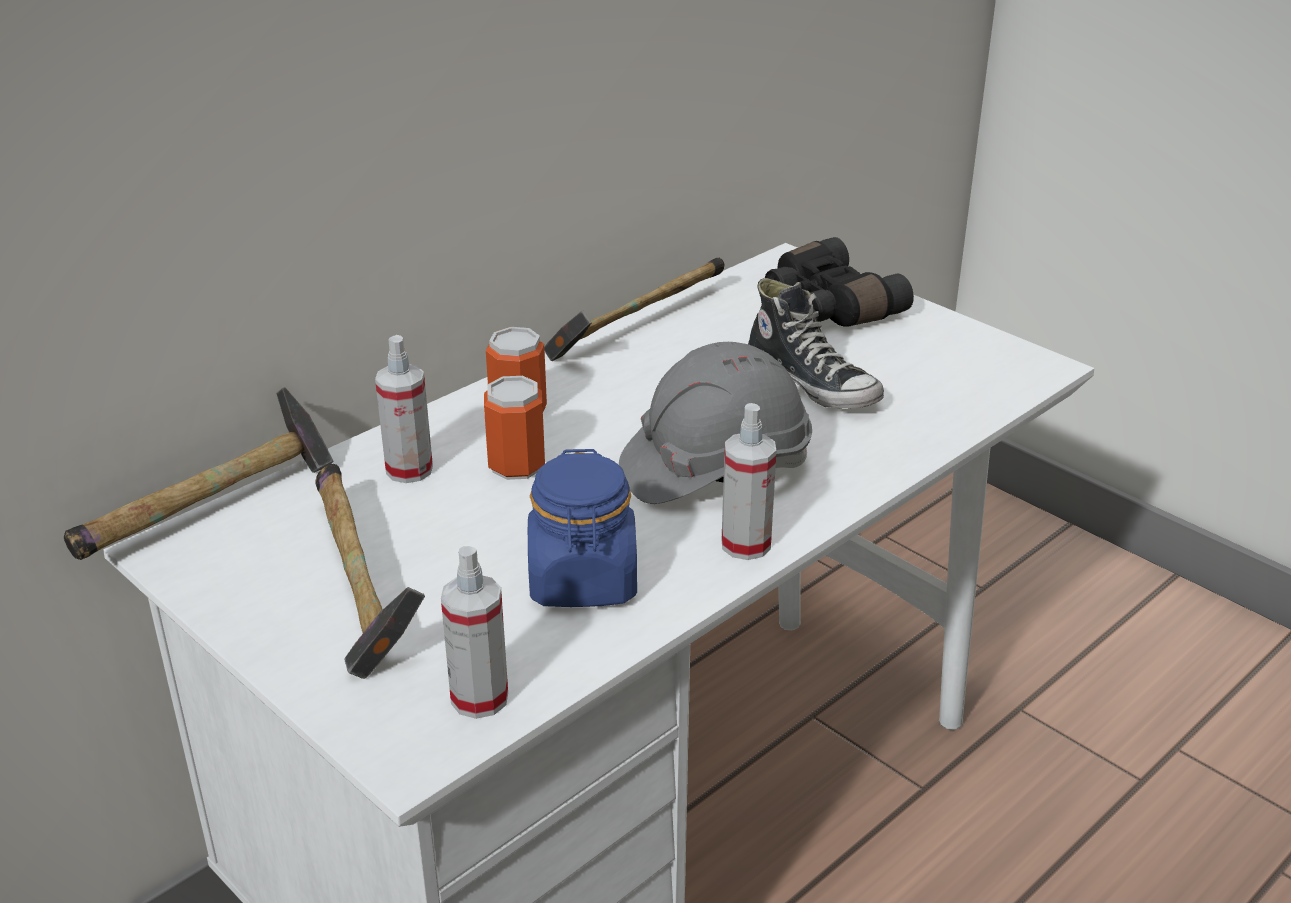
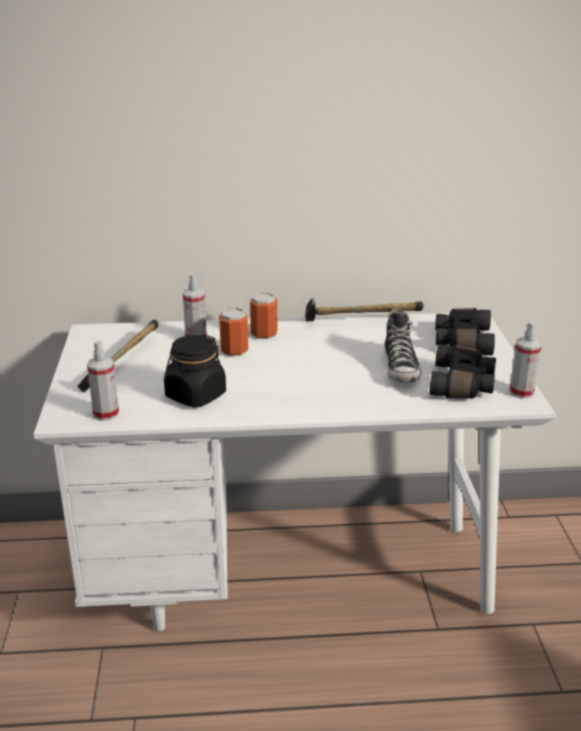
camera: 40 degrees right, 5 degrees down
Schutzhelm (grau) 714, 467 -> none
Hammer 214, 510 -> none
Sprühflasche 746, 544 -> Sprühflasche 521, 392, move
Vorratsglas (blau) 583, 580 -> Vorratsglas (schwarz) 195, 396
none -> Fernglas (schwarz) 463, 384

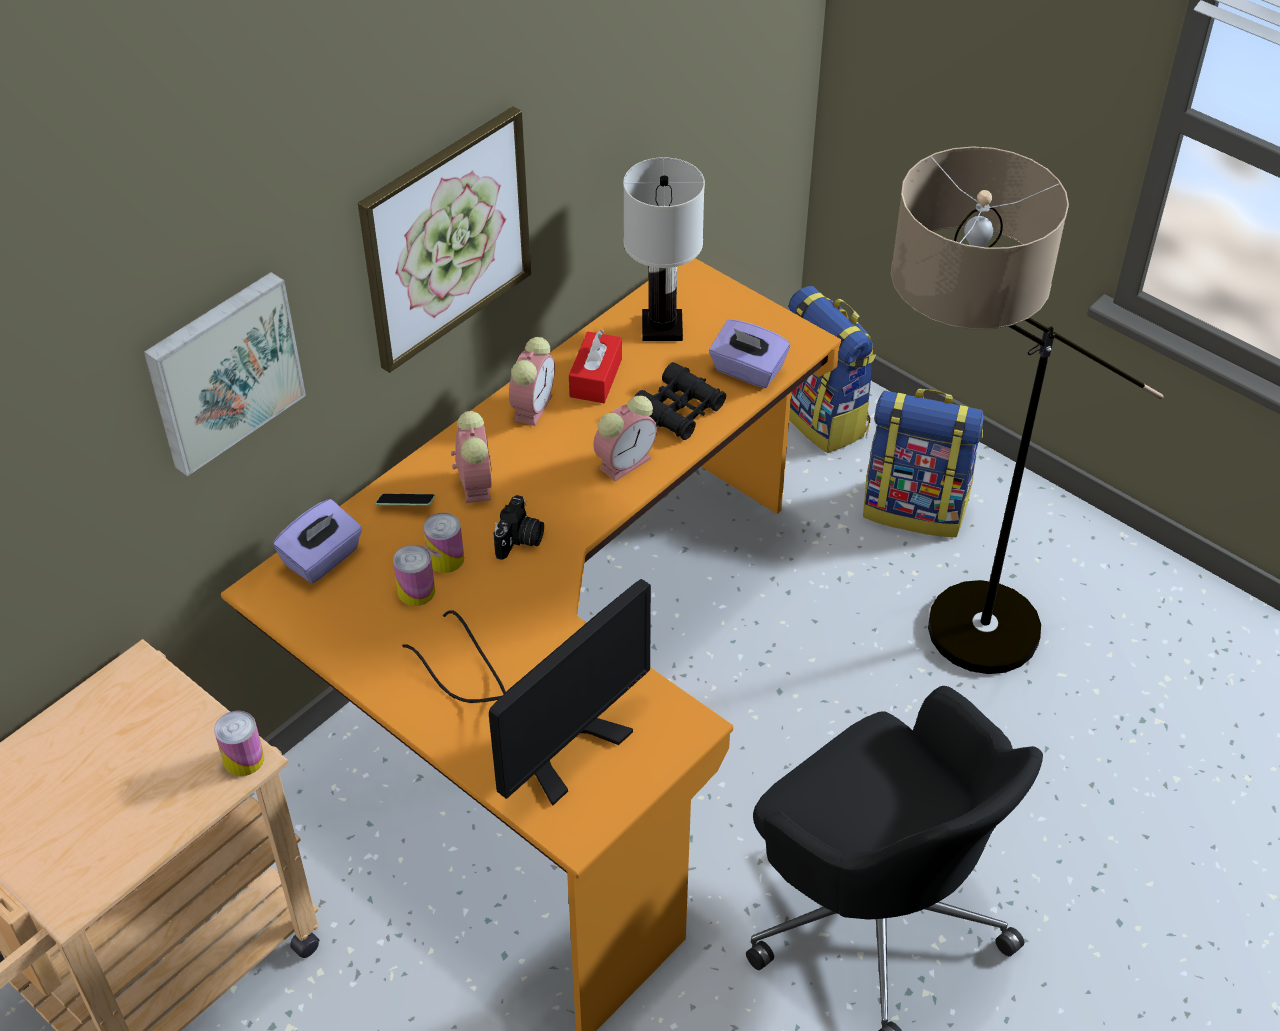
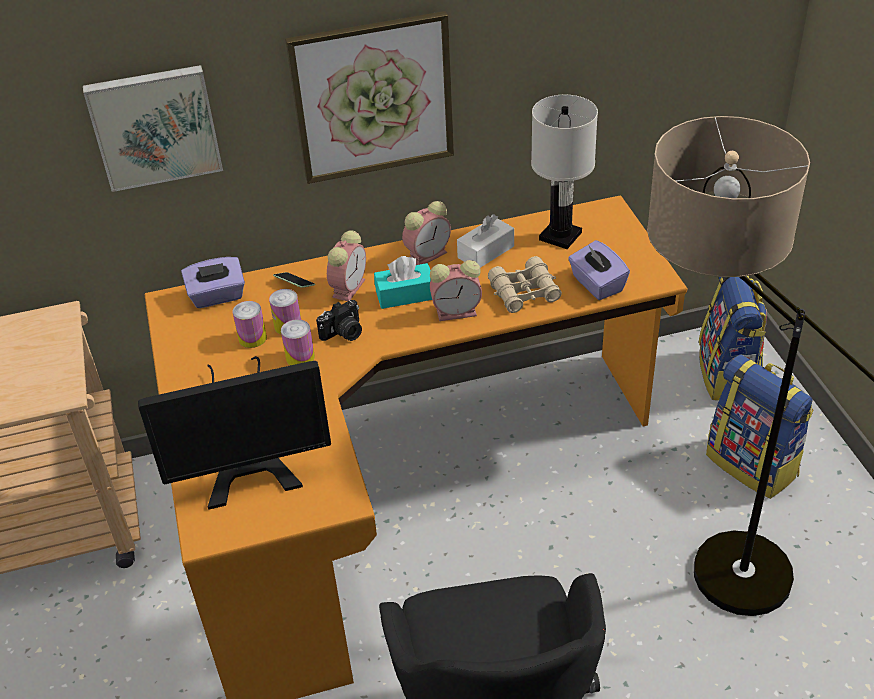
camera: 35 degrees right, 5 degrees down
Taschentuchbox (rot) 596, 378 -> Taschentuchbox (weiß) 486, 252
Fernglas (schwarz) 679, 410 -> Fernglas (beige) 524, 292
Dose 243, 759 -> Dose 300, 357, move
none -> Taschentuchbox (türkis) 405, 295

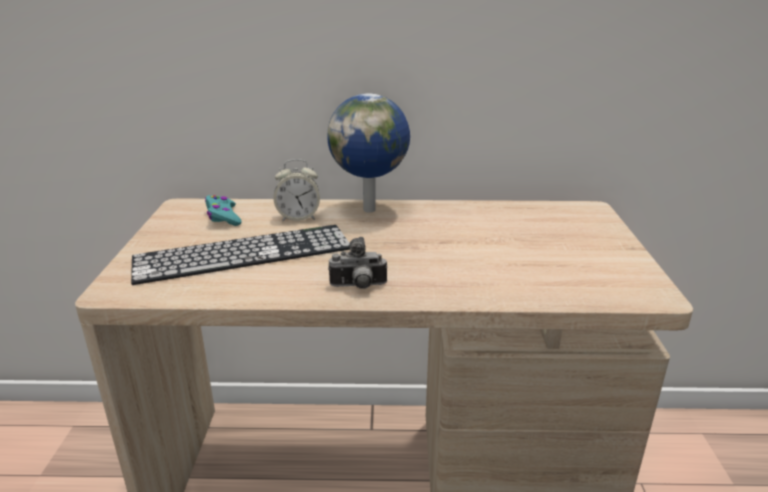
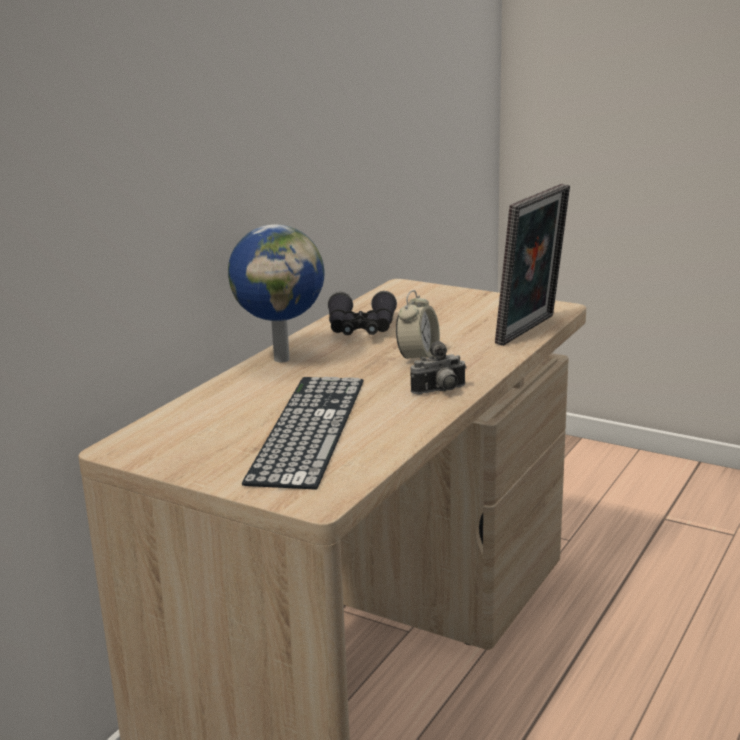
camera: 60 degrees left, 5 degrees down
Wecker 298, 217 -> Wecker 418, 358, move
Gamepad (türkis) 223, 217 -> none
Kamera 358, 287 -> Kamera 440, 391, 45 degrees clockwise
none -> Bilderrahmen 531, 330
none -> Fernglas (schwarz) 361, 329

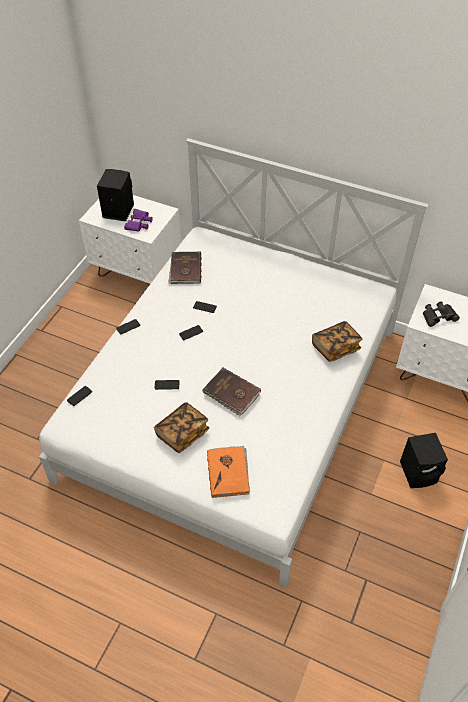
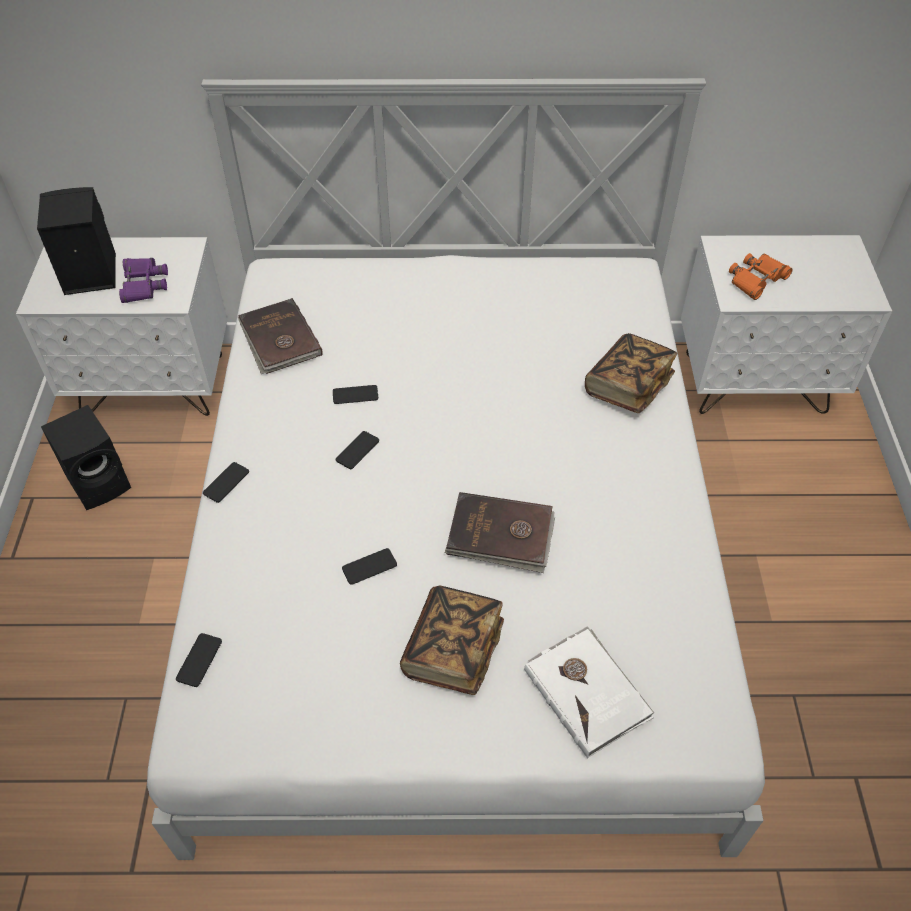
camera: 25 degrees left, 0 degrees up
Fernglas (schwarz) 438, 316 -> Fernglas (orange) 756, 280
Lautsprecher (schwarz) 419, 472 -> Lautsprecher (schwarz) 101, 482, move
Buch (orange) 228, 472 -> Buch (weiß) 587, 692

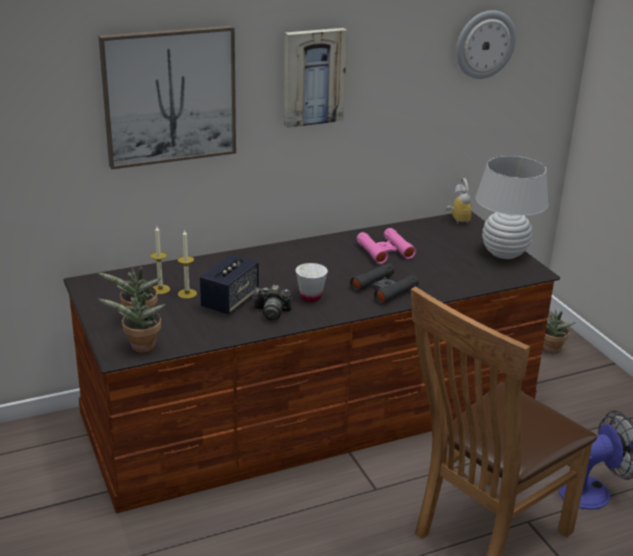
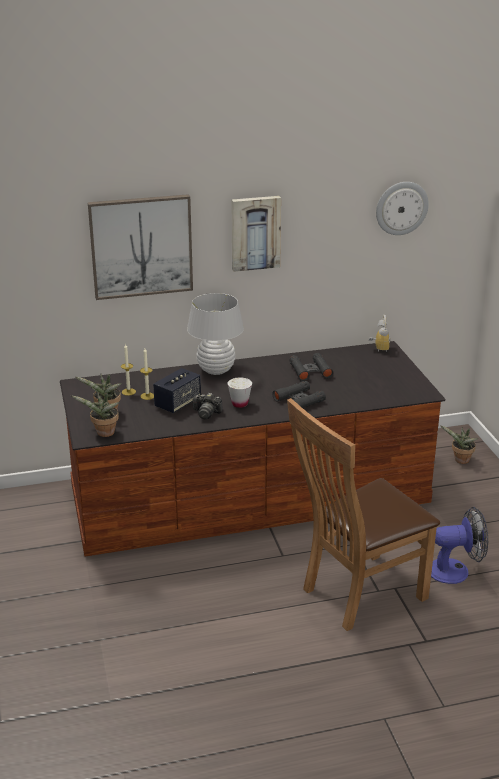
camera: 10 degrees right, 0 degrees up
Tischlampe (weiß) 504, 253 -> Tischlampe (weiß) 216, 370, move
Fernglas (rosa) 385, 251 -> Fernglas (schwarz) 310, 371

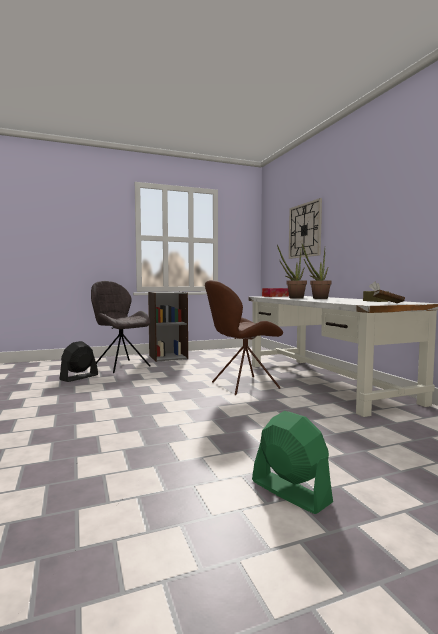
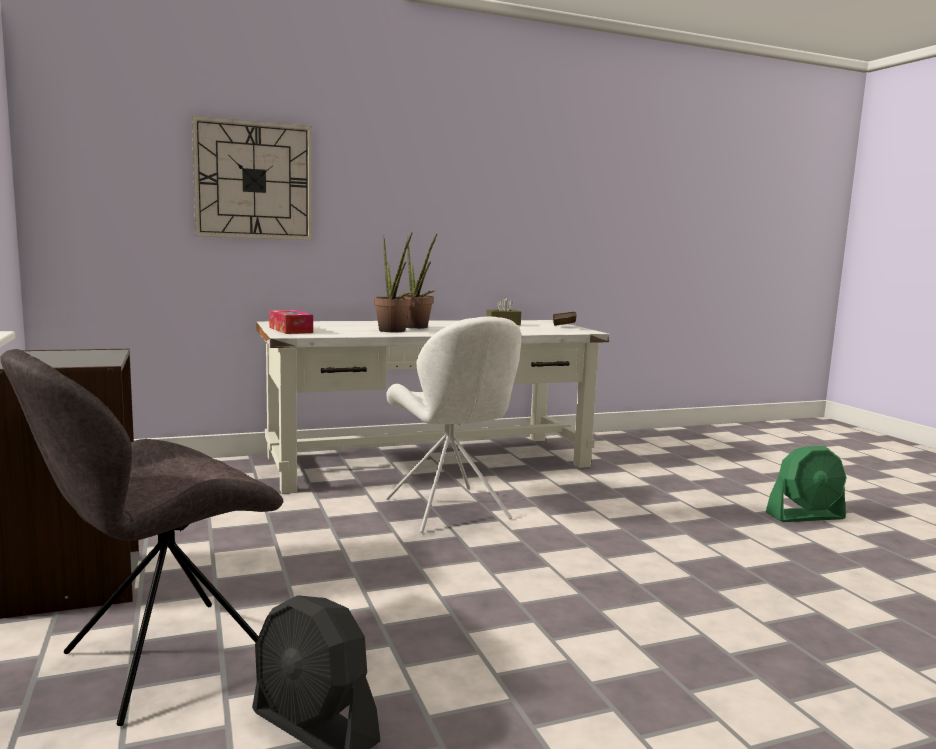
camera: 90 degrees left, 5 degrees up
Stuhl (braun) 242, 385 -> Stuhl (weiß) 449, 511
Ventilator (grün) 290, 491 -> Ventilator (grün) 805, 516, 150 degrees counterclockwise

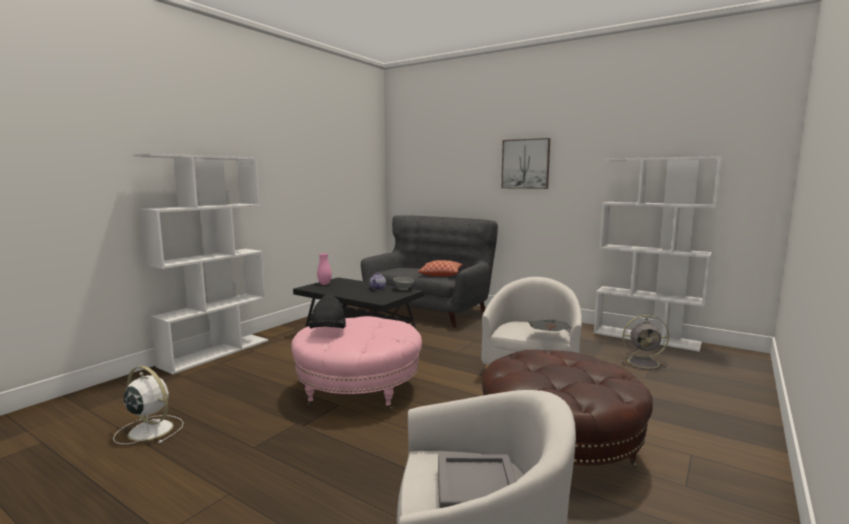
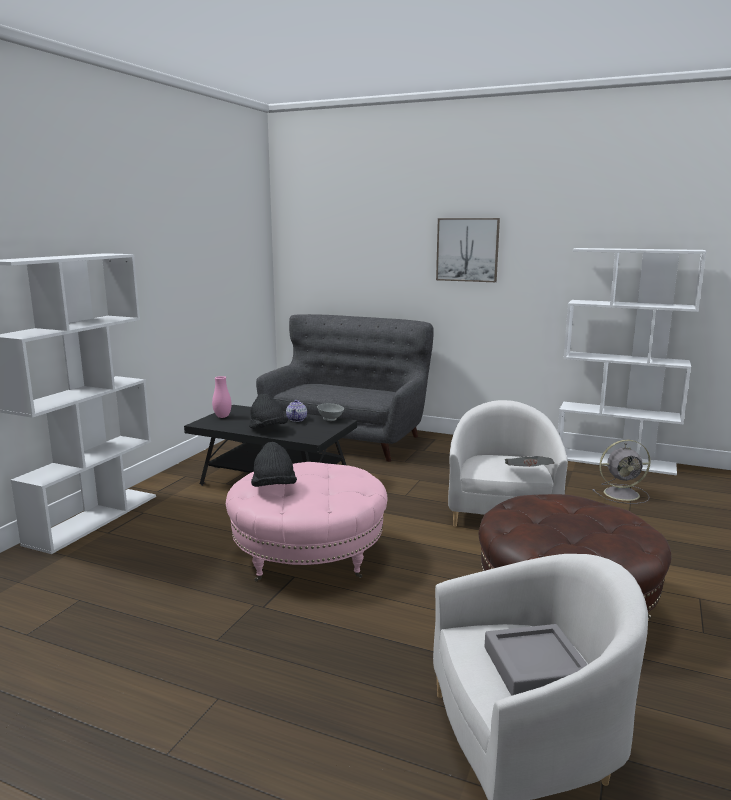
camera: 10 degrees left, 5 degrees up
Kissen 440, 274 -> none
Ventilator (weiß) 149, 430 -> none
none -> Hut (schwarz) 268, 429

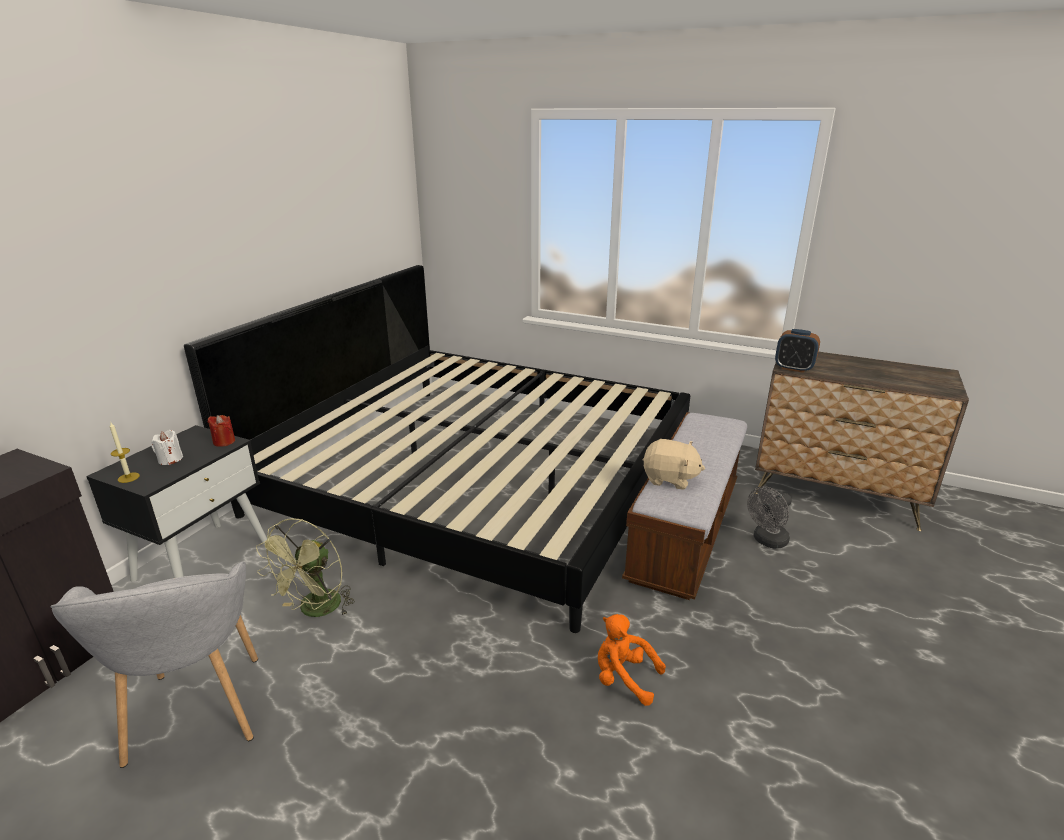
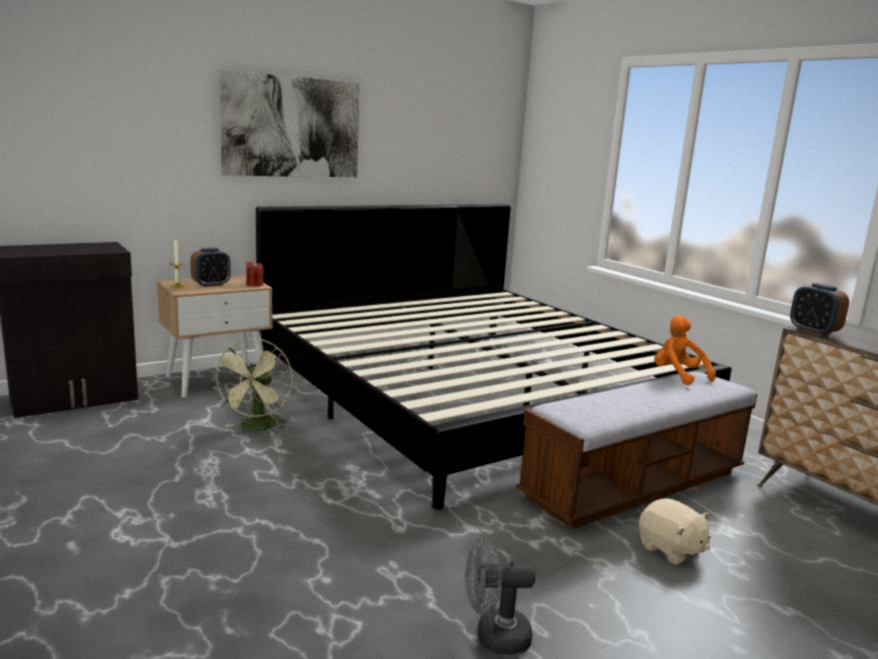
camera: 30 degrees right, 10 degrees down
Nachttisch (schwarz) 202, 560 -> Nachttisch (beige) 218, 380
Kerze (weiß) 170, 460 -> Wecker 211, 284
Plüschtier (beige) 670, 479 -> Plüschtier (beige) 670, 550, move
Ventilator (grau) 767, 541 -> Ventilator (grau) 494, 637, move
Ventilator (grün) 316, 610 -> Ventilator (grün) 257, 428, 45 degrees counterclockwise
Sessel (grau) 197, 712 -> none
Plüschtier (orange) 623, 678 -> Plüschtier (orange) 678, 376, move
none -> Bild 292, 127

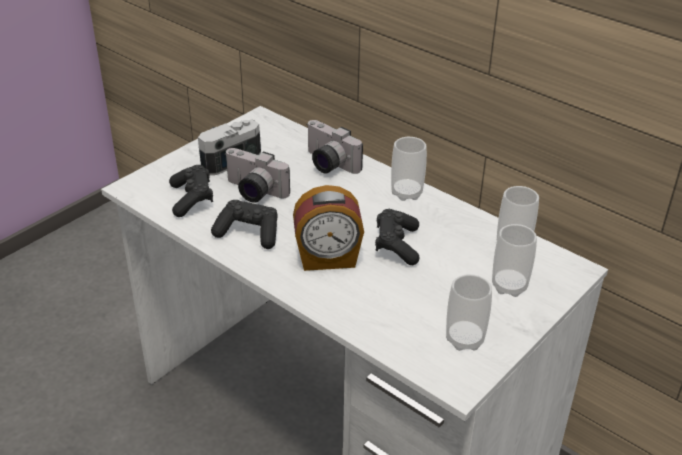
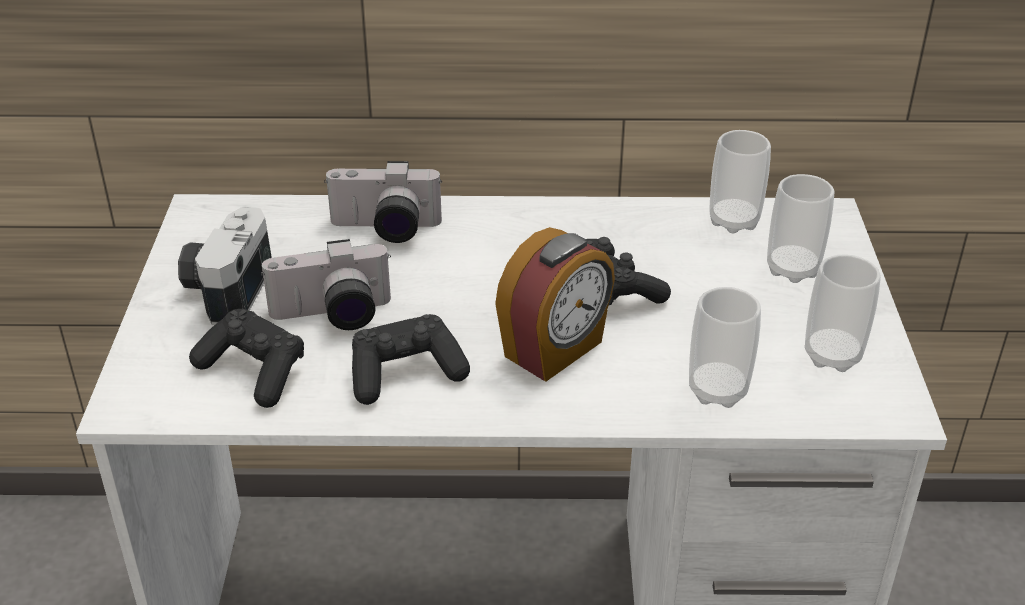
camera: 40 degrees left, 0 degrees up
Tasse 406, 193 -> Tasse 717, 390, move

